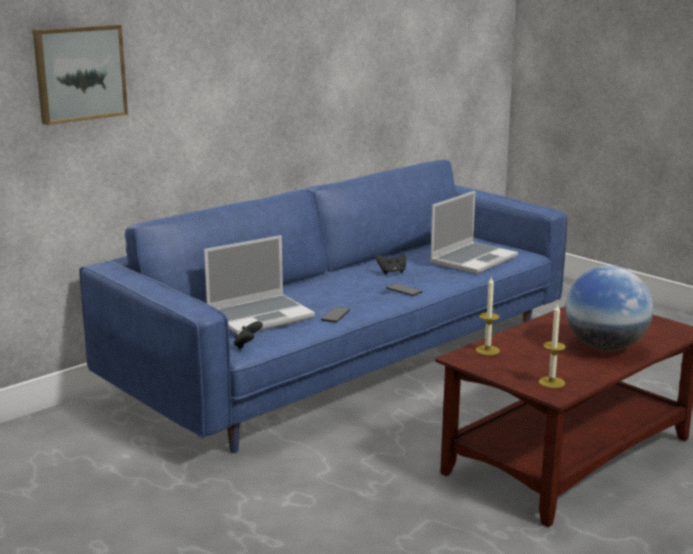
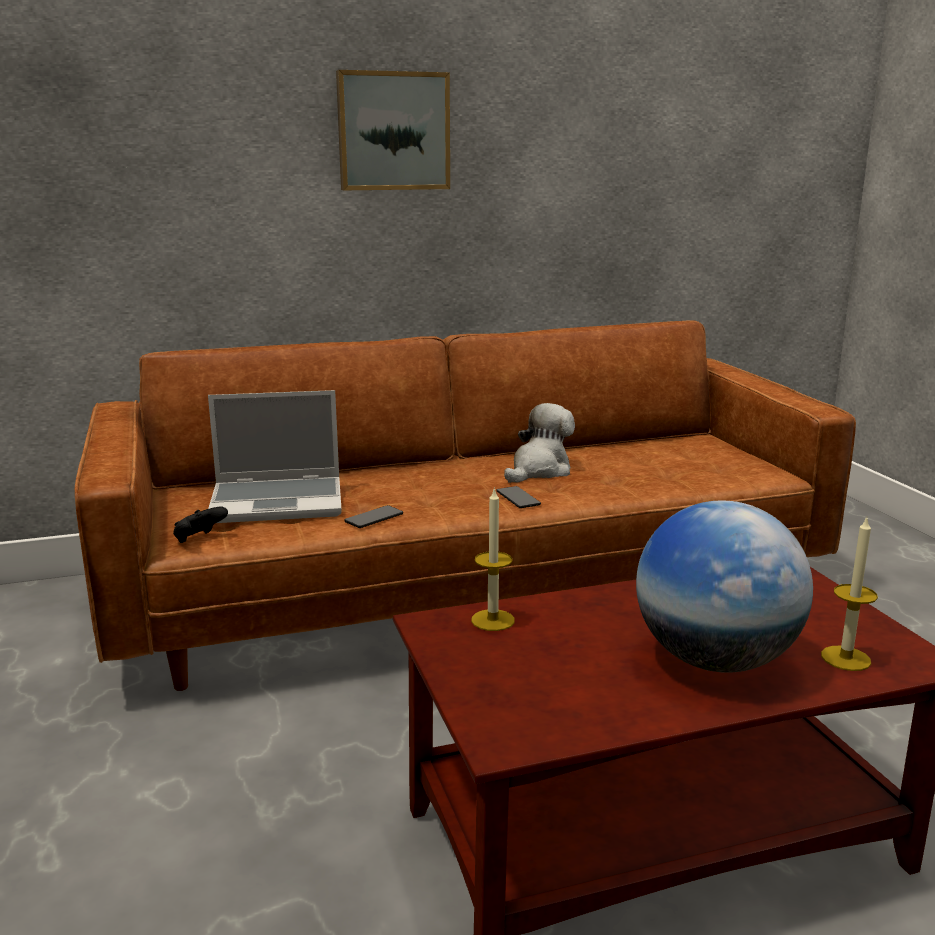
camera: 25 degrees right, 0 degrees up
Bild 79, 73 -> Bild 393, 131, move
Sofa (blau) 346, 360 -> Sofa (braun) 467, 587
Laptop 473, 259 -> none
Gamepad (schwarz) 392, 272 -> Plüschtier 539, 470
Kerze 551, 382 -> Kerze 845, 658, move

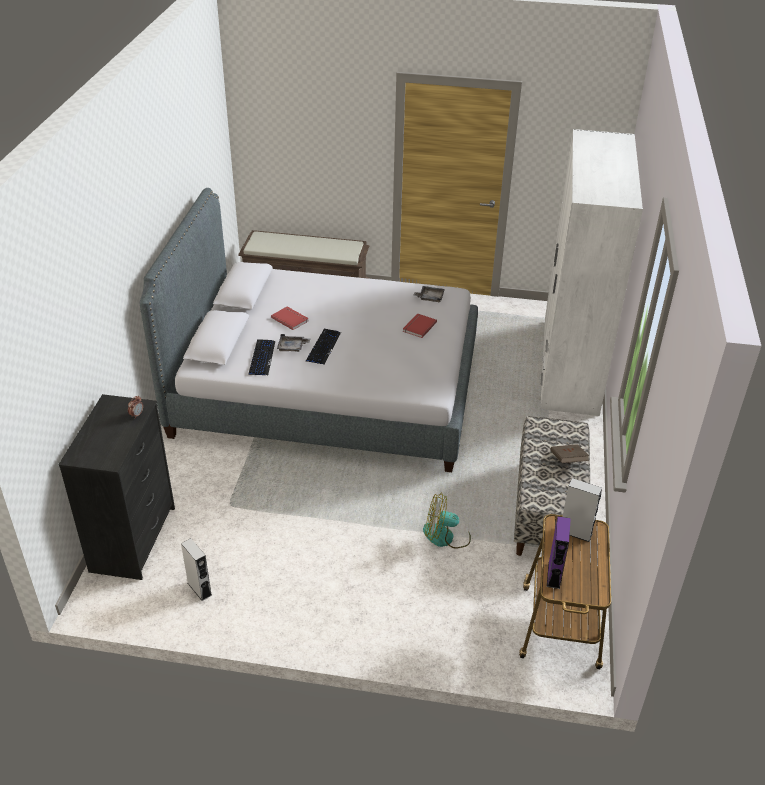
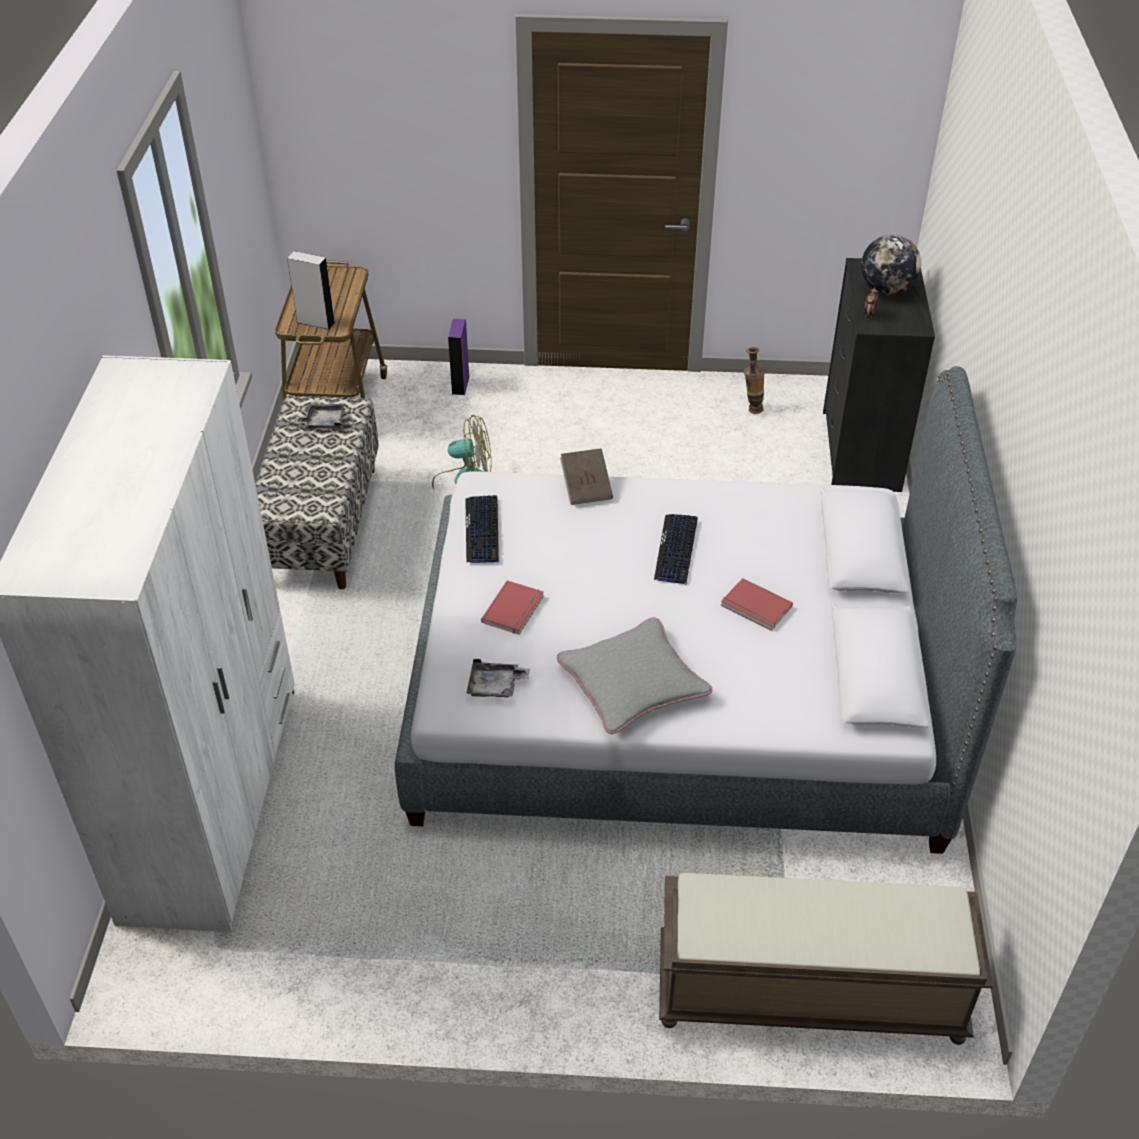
camera: 175 degrees right, 5 degrees up
Tablett (grau) 292, 347 -> Tablett (grau) 323, 422, move
Tastatur 262, 358 -> Tastatur 482, 530, move
Buch (braun) 568, 460 -> Buch (braun) 586, 487, move
Lautsprecher (lila) 554, 575 -> Lautsprecher (lila) 460, 384, move
Lautsprecher (grau) 199, 589 -> Vase 751, 408
none -> Globus 886, 290
none -> Kissen (grau) 633, 683

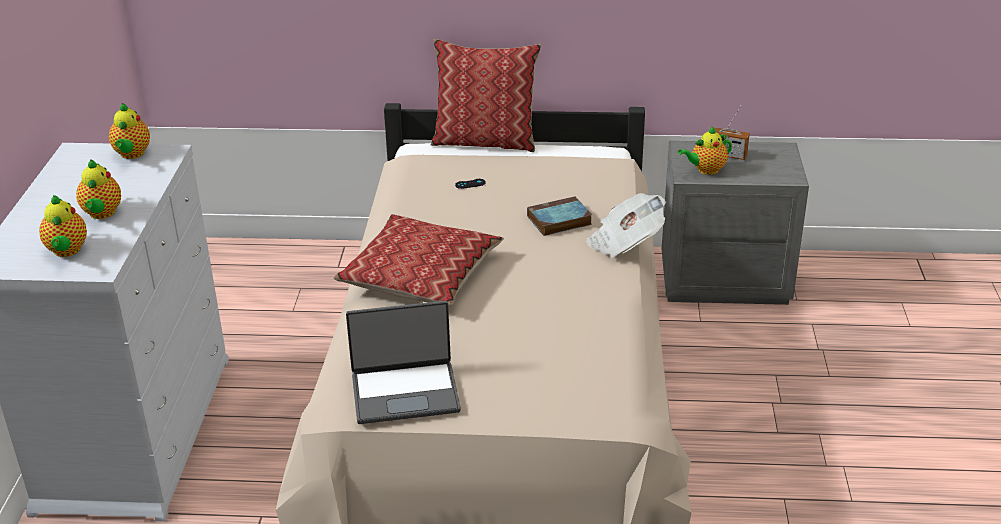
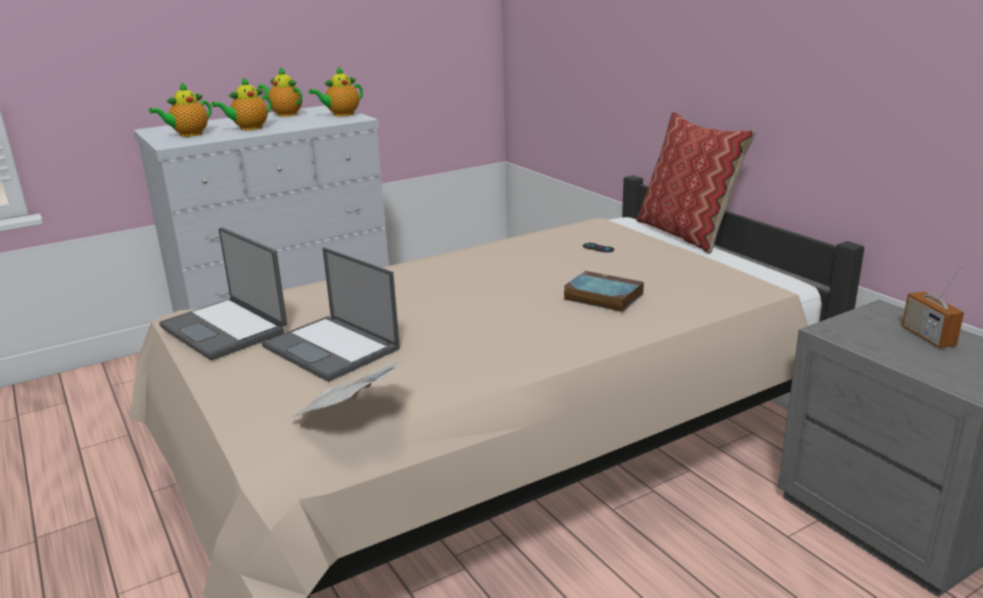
camera: 55 degrees right, 10 degrees down
Teekanne 706, 170 -> Teekanne 285, 114, move
Zeitung 624, 242 -> Zeitung 350, 416, move
Kissen 421, 274 -> none
none -> Laptop 332, 348

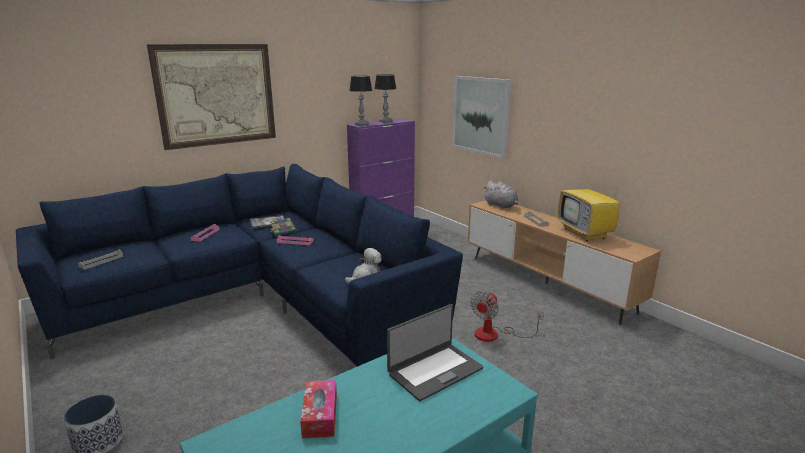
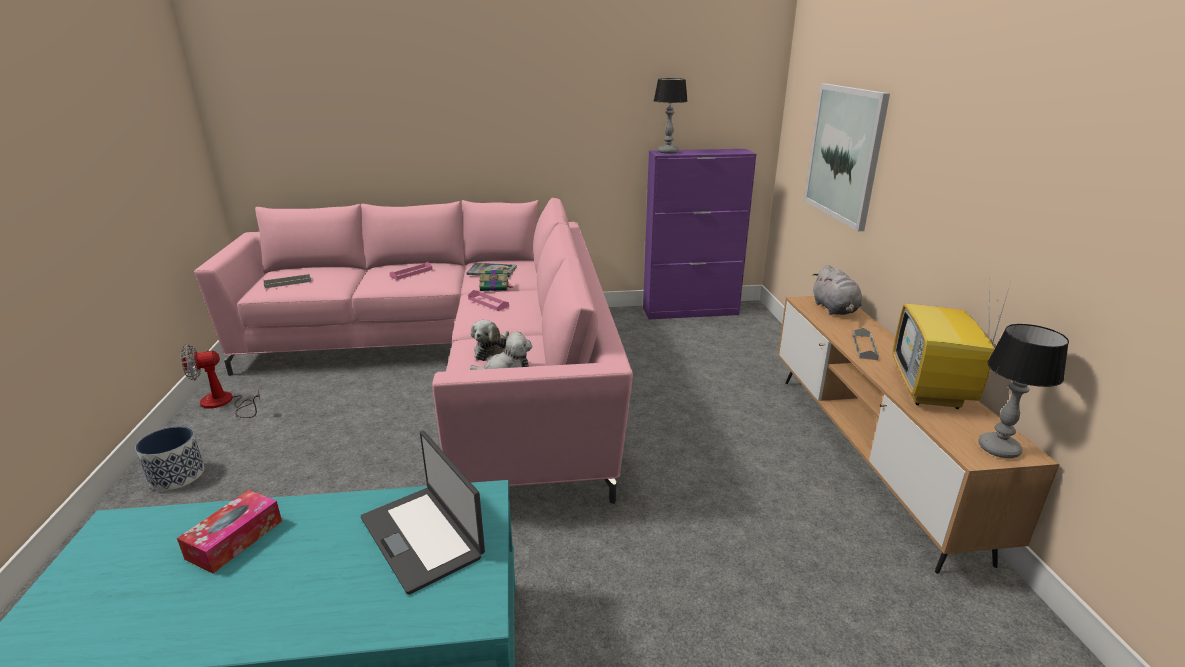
camera: 30 degrees right, 5 degrees up
Bild 217, 95 -> none
Tischlampe 386, 121 -> Tischlampe 999, 449, move
Sofa (blau) 259, 300 -> Sofa (rosa) 457, 367
Ventilator 495, 334 -> Ventilator 224, 403, move
Laptop 434, 371 -> Laptop 423, 536, 60 degrees clockwise
none -> Plüschtier 492, 351

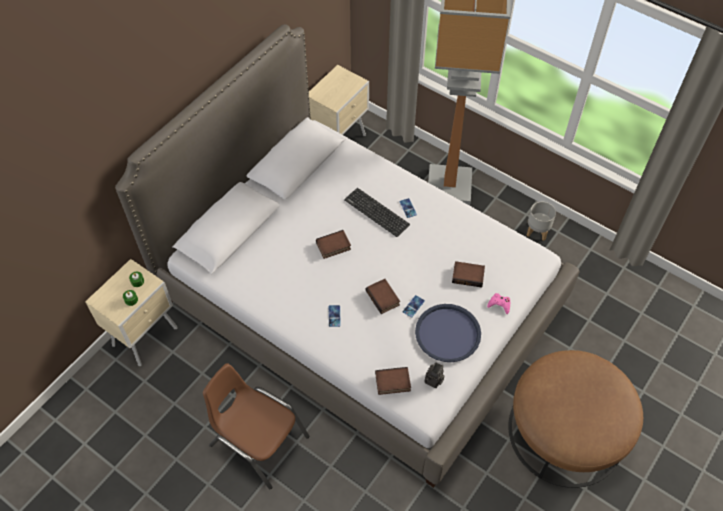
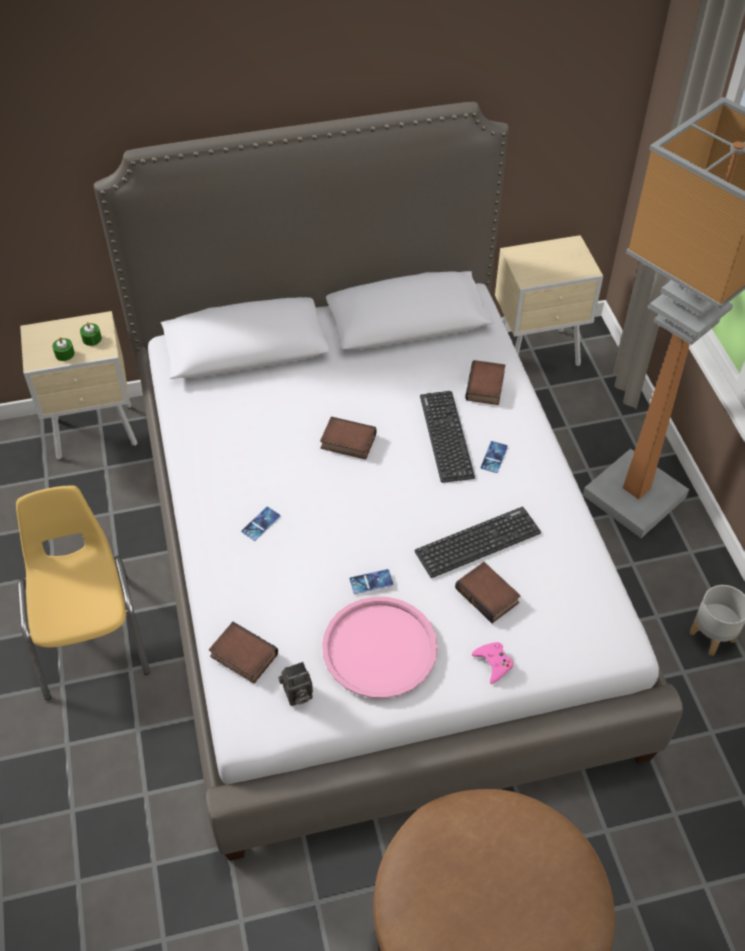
camera: 40 degrees right, 5 degrees down
Buch 384, 298 -> Buch 486, 387, move
Tablett (blau) 448, 333 -> Tablett (rosa) 380, 648
Stuhl (braun) 258, 441 -> Stuhl (gelb) 90, 634
none -> Tastatur 477, 542

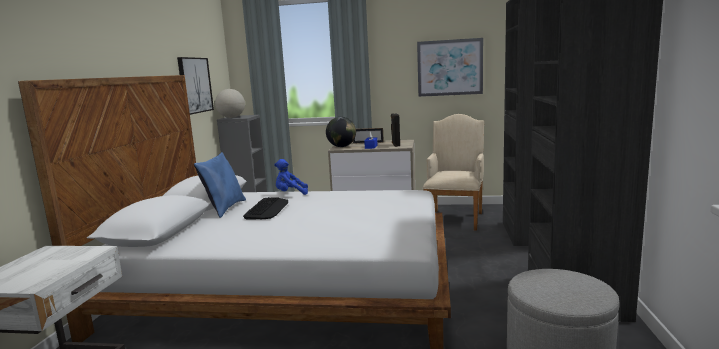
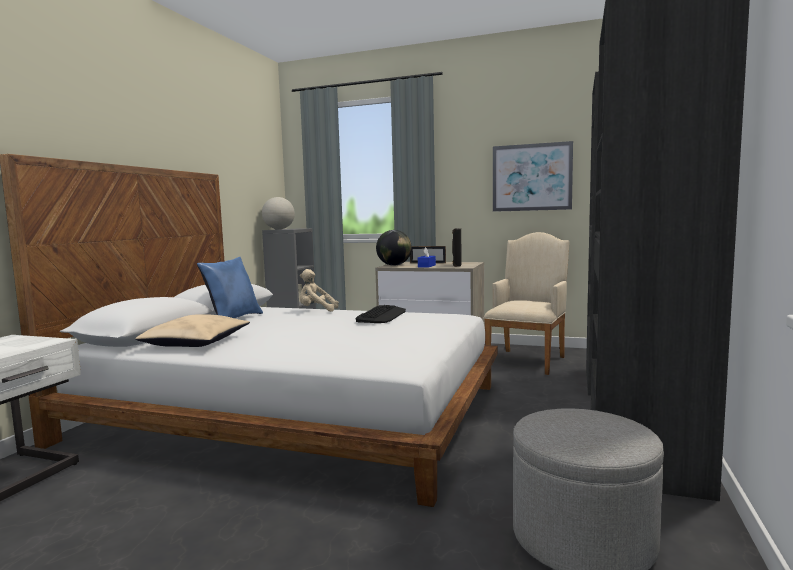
camera: 10 degrees right, 5 degrees down
Bild 194, 85 -> none
Plüschtier (blau) 290, 194 -> Plüschtier (beige) 316, 310
Tastatur 267, 209 -> Tastatur 382, 315, move
none -> Kissen (beige) 196, 342

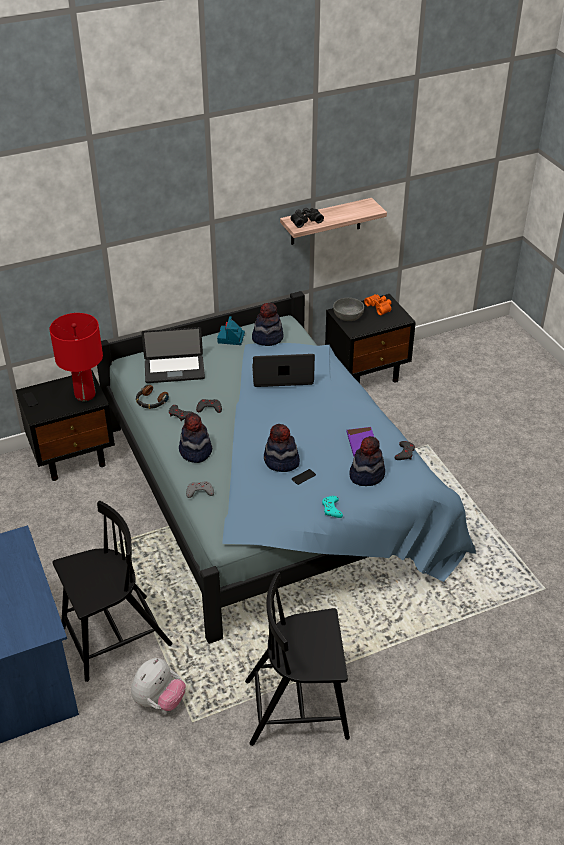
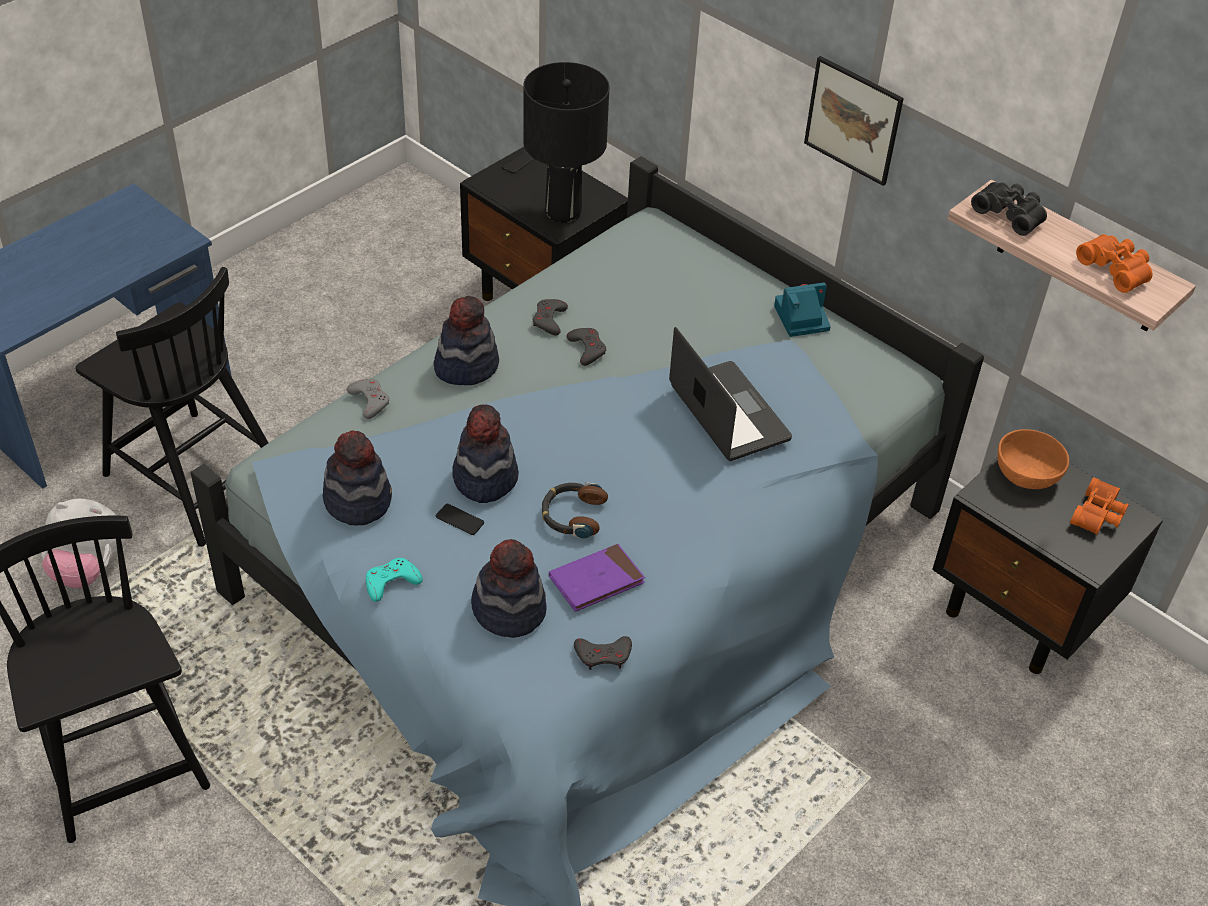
camera: 65 degrees right, 5 degrees up
Schüssel (grau) 348, 316 -> Schüssel (orange) 1027, 472
Hut 267, 338 -> Hut 358, 500, move
Tischlampe (rot) 85, 395 -> Tischlampe (schwarz) 564, 212
Laptop 174, 370 -> none
Kopfhörer 151, 401 -> Kopfhörer 572, 515, move
none -> Bild 853, 120
none -> Fernglas (orange) 1116, 269

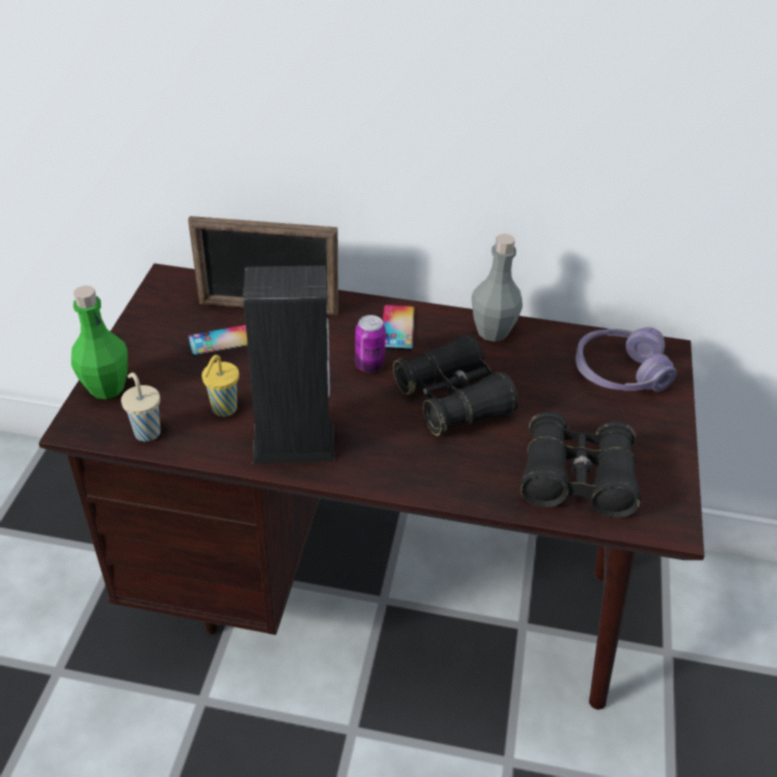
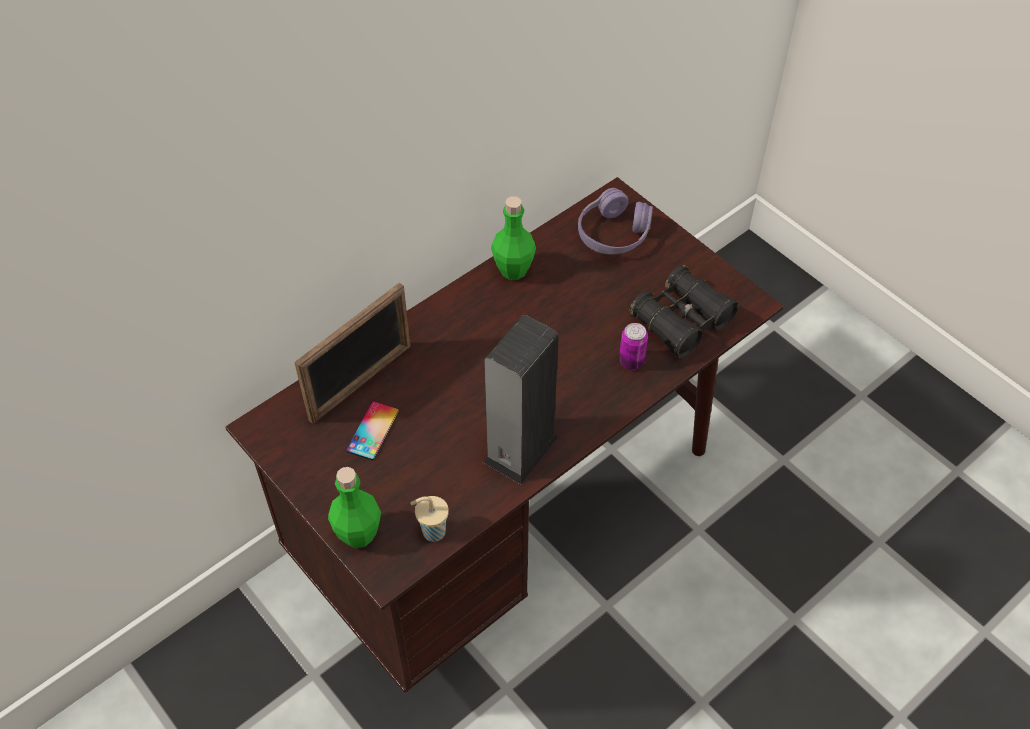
camera: 50 degrees left, 10 degrees up
Flasche (grau) 492, 331 -> Flasche (grün) 513, 270
Handy 397, 328 -> none
Dose 369, 365 -> Dose 631, 361, move
Fernglas (schwarz) 453, 400 -> none
Tasse (gelb) 223, 409 -> none

